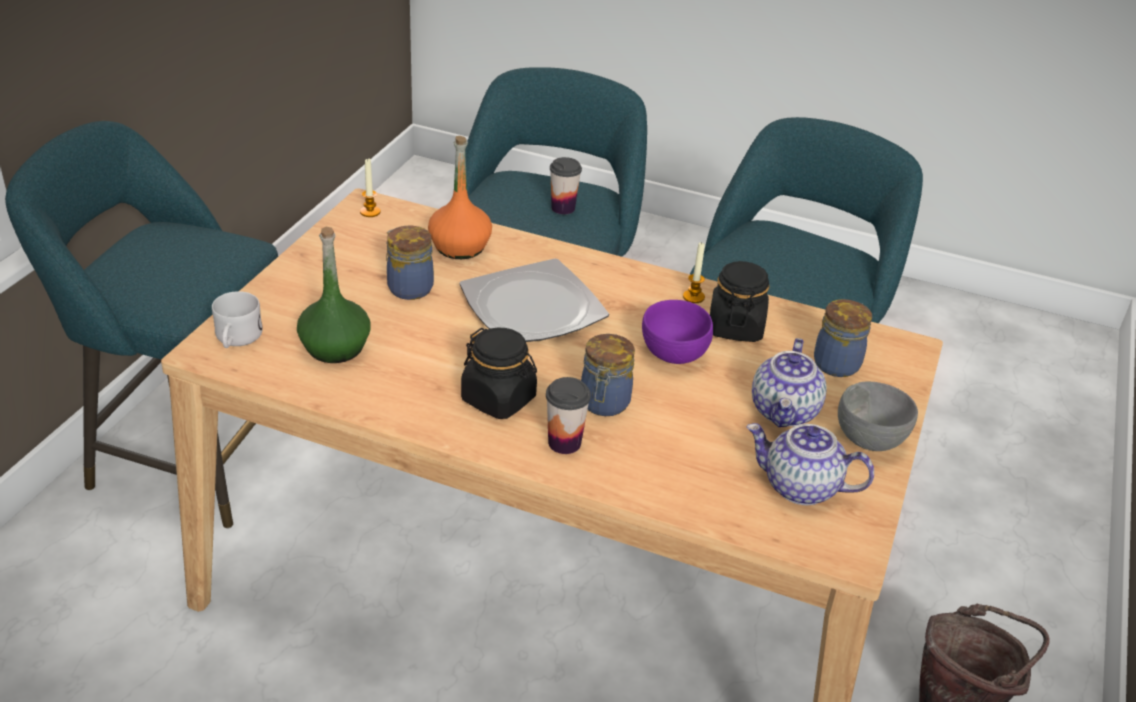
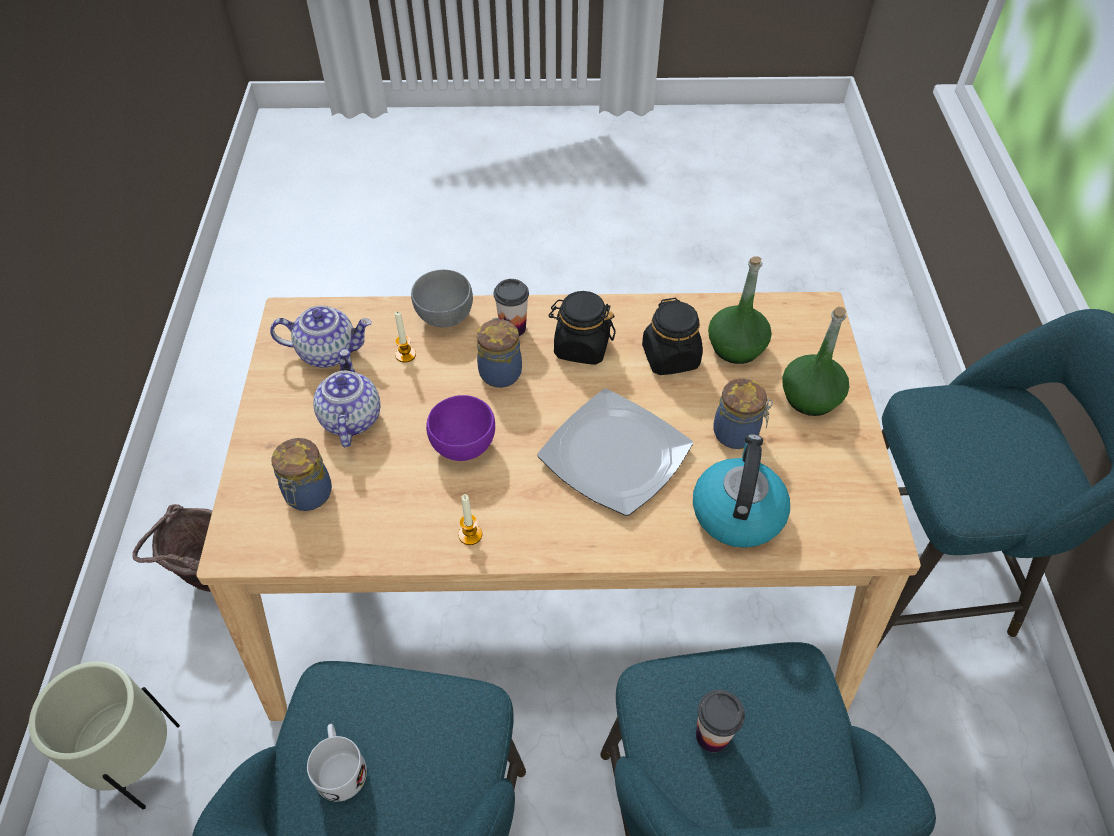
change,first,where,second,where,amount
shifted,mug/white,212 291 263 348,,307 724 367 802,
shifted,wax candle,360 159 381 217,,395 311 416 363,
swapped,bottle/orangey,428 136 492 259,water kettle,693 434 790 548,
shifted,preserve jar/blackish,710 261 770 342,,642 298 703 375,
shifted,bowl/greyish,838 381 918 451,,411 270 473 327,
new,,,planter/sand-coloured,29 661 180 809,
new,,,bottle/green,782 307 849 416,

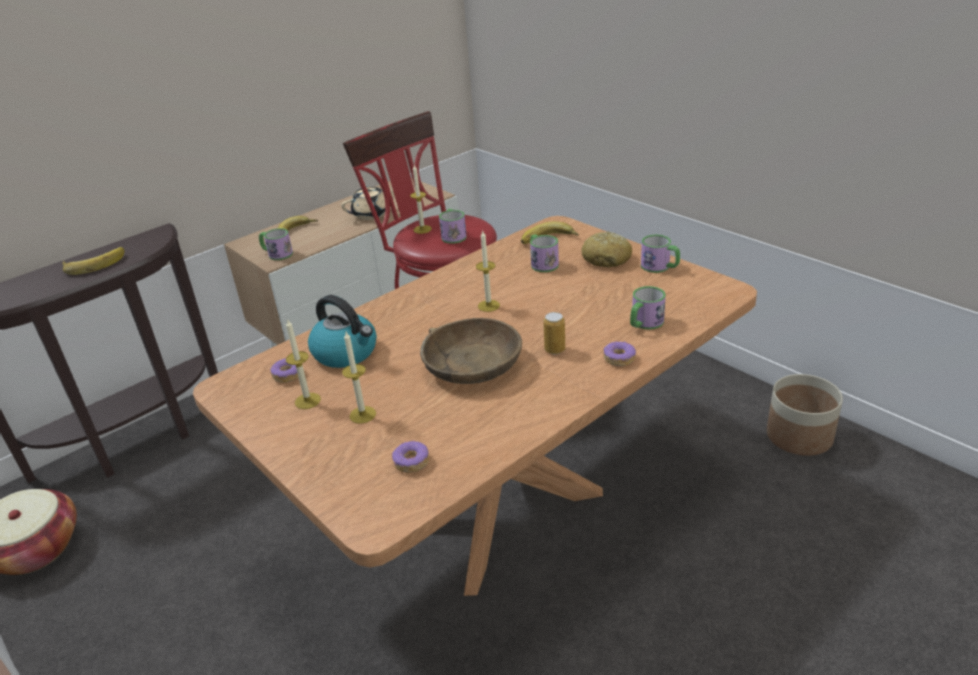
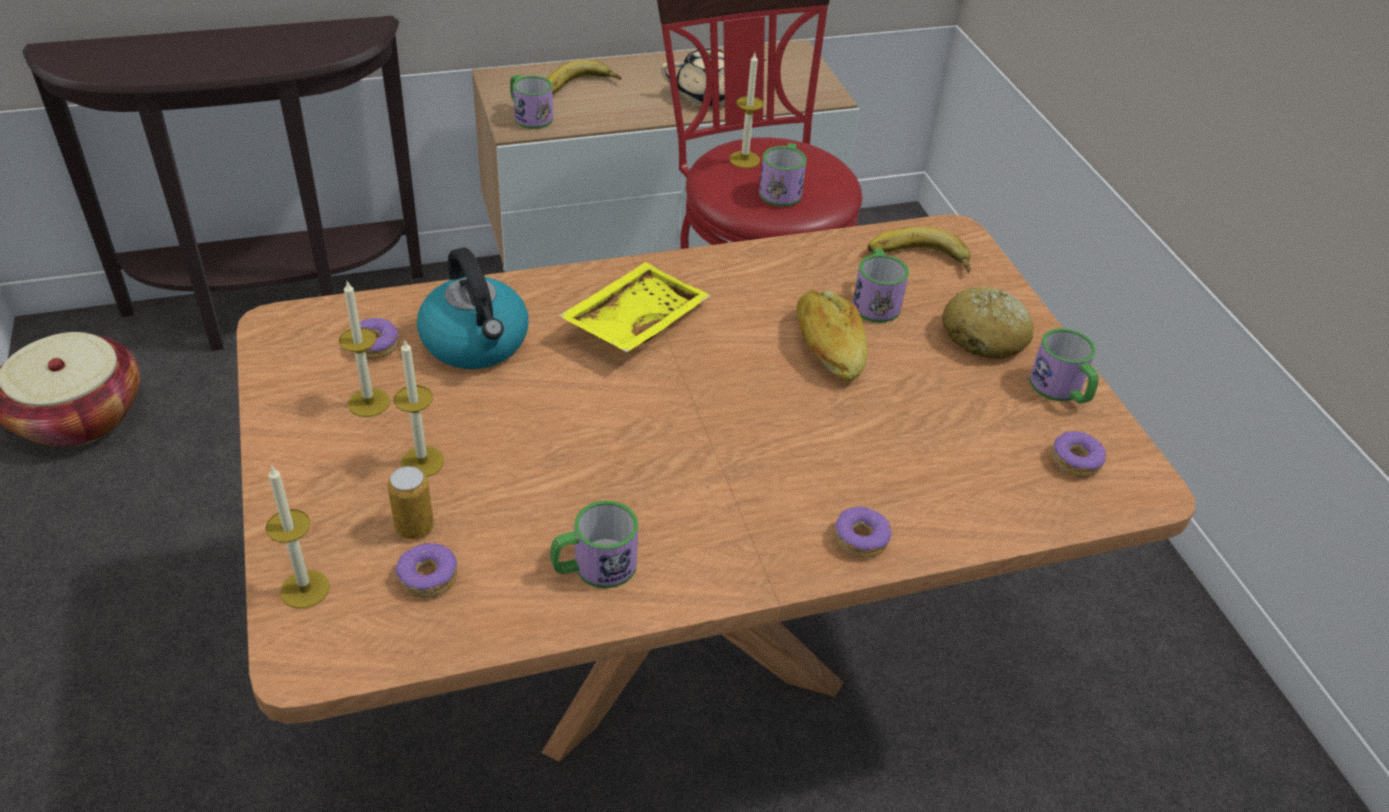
change,first,where,second,where,amount
gone,whole banana,62 247 124 275,,,
gone,bowl/brown,420 318 522 384,,,
shifted,wax candle,476 231 500 312,,266 465 330 609,
shifted,sealed can,543 312 565 354,,387 466 434 539,
shifted,mug,630 286 666 330,,550 500 638 589,
gone,planter,767 374 843 456,,,
new,,,carrying tray/yellow-coloured,558 262 711 352,
new,,,bread,797 289 868 381,
new,,,doughnut,1051 431 1107 477,

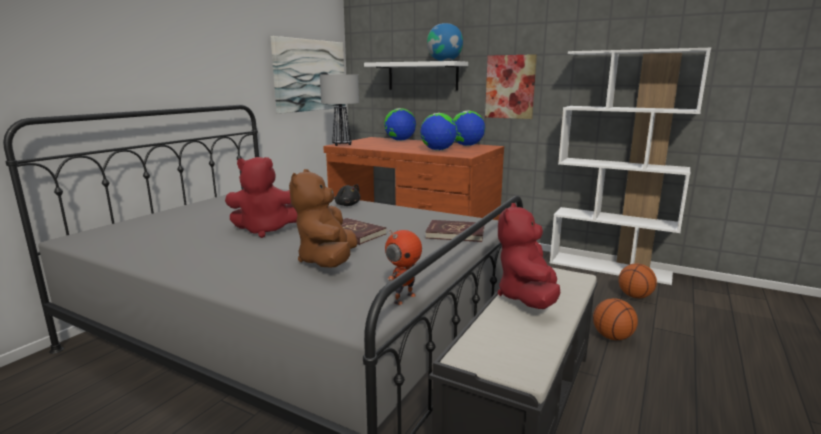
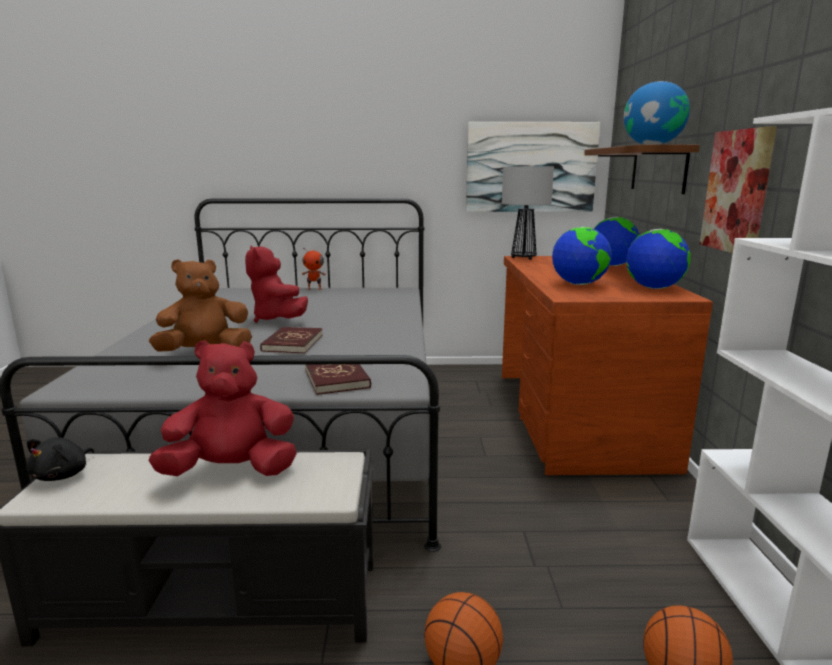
change,first,where,second,where,amount
shifted,soft toy/blackish,335 184 361 206,,26 437 94 481,
repainted,wall shelf/white,364 61 468 91,wall shelf/brown,584 145 700 194,
shifted,robot figure,385 229 422 305,,302 247 326 290,

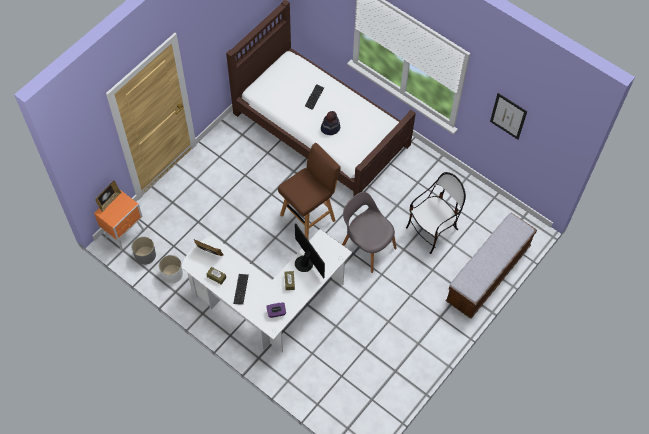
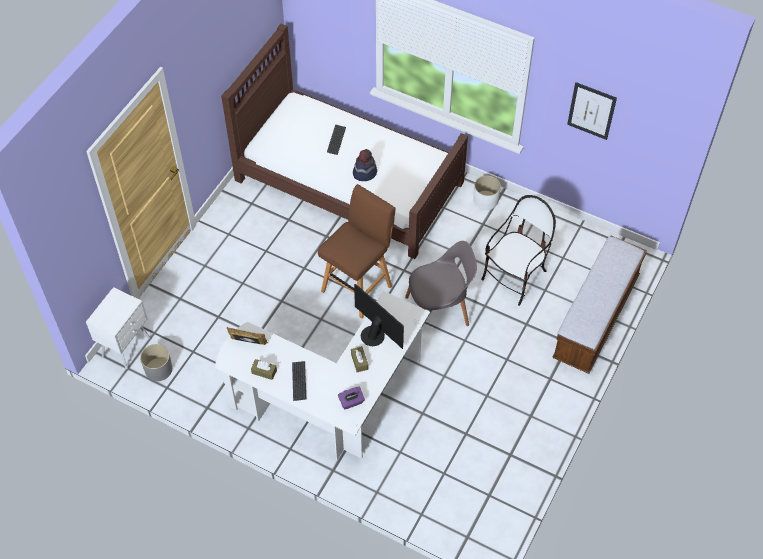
change,first,where,second,where,amount
repainted,bedside table/orangey,94 189 144 251,bedside table/white,86 287 151 369,
gone,picture frame,96 181 121 212,,,
shifted,planter/white,159 255 183 283,,474 175 501 210,
rotated,upright chair/greyish,342 192 397 273,,405 241 477 326,135 degrees clockwise

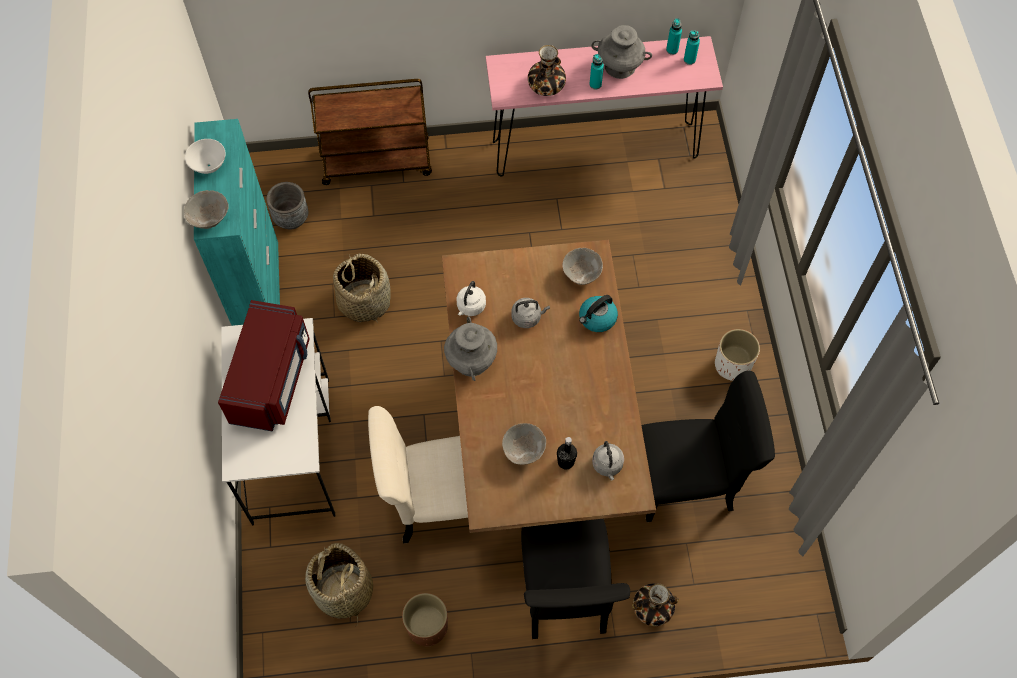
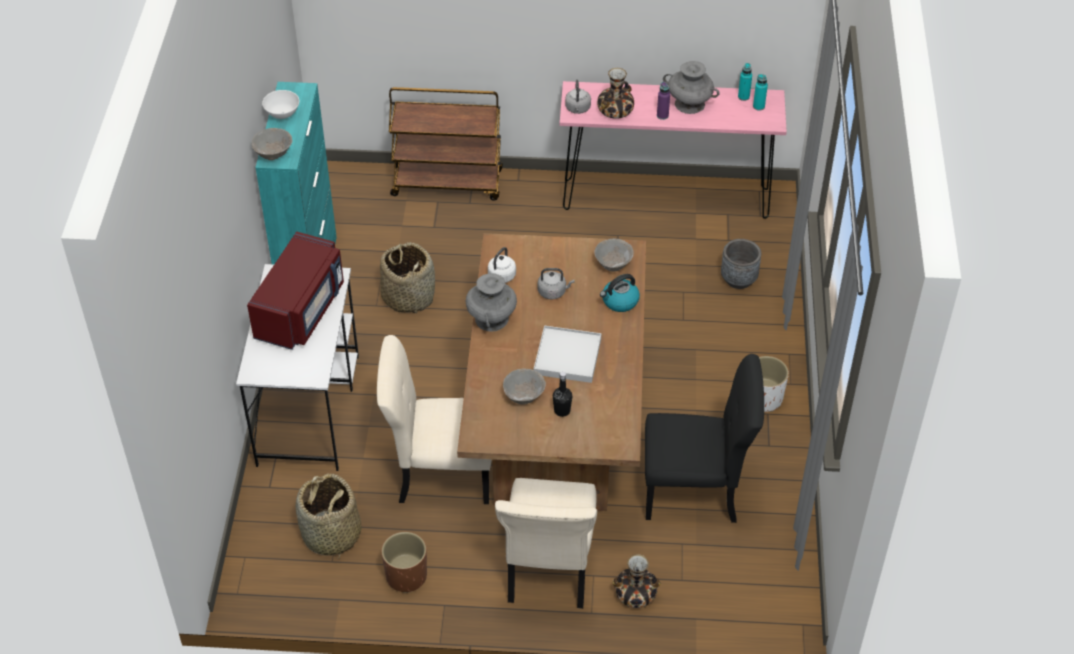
change,first,where,second,where,amount
shifted,planter/greyish,267 182 308 229,,721 239 761 289,
repainted,upright chair/blackish,521 519 630 639,upright chair/sand-coloured,495 478 597 609,
repainted,bottle/turquoise,589 54 604 90,bottle/purple-coloured,657 82 670 120,
shifted,water kettle/greyish,592 441 624 481,,565 80 591 114,
new,,,carrying tray/white,534 325 601 383,

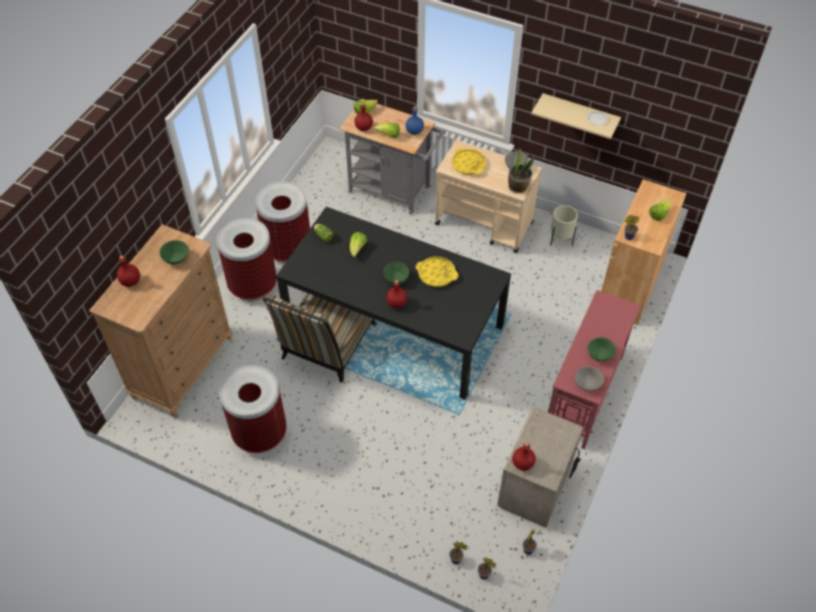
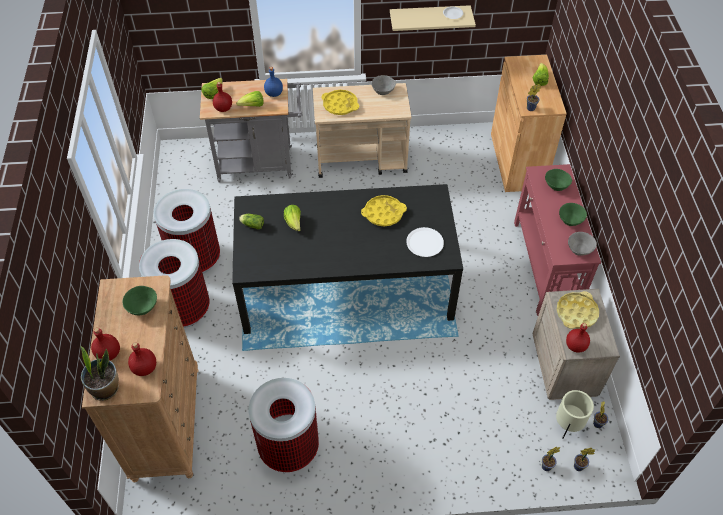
change,first,where,second,where,amount
gone,upright chair,263 293 377 383,,,
shifted,bowl/green,383 262 409 284,,545 169 572 191,
shifted,bottle/red-coloured,386 280 407 308,,128 342 156 376,
shifted,potted plant,508 149 534 193,,81 346 119 401,
shifted,planter/sand-coloured,550 205 578 245,,556 390 594 439,
new,,,plate/white,406 227 444 257,
new,,,carrying tray/yellow-coloured,557 291 599 329,

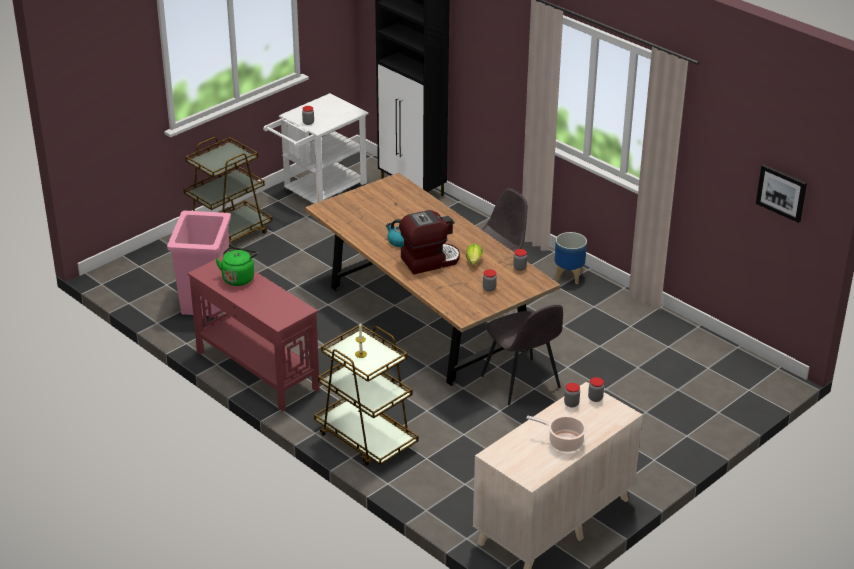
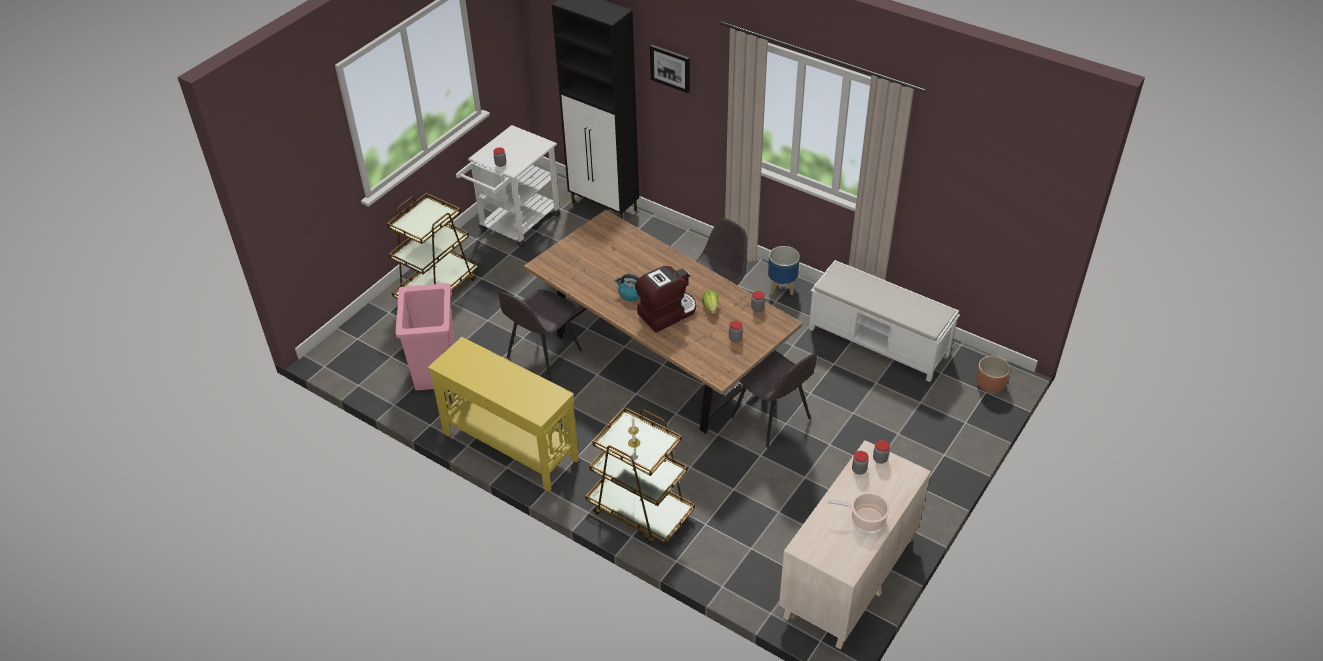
change,first,where,second,where,amount
repainted,narrow table/red-coloured,188 256 320 411,narrow table/yellow-coloured,428 337 579 492,
gone,water kettle/green,215 247 258 286,,,
shifted,wall picture,756 164 807 223,,650 45 690 93,
new,,,upright chair/greyish,498 289 582 381,
new,,,indoor bench/white,809 260 960 382,
new,,,planter/brown,976 356 1010 393,

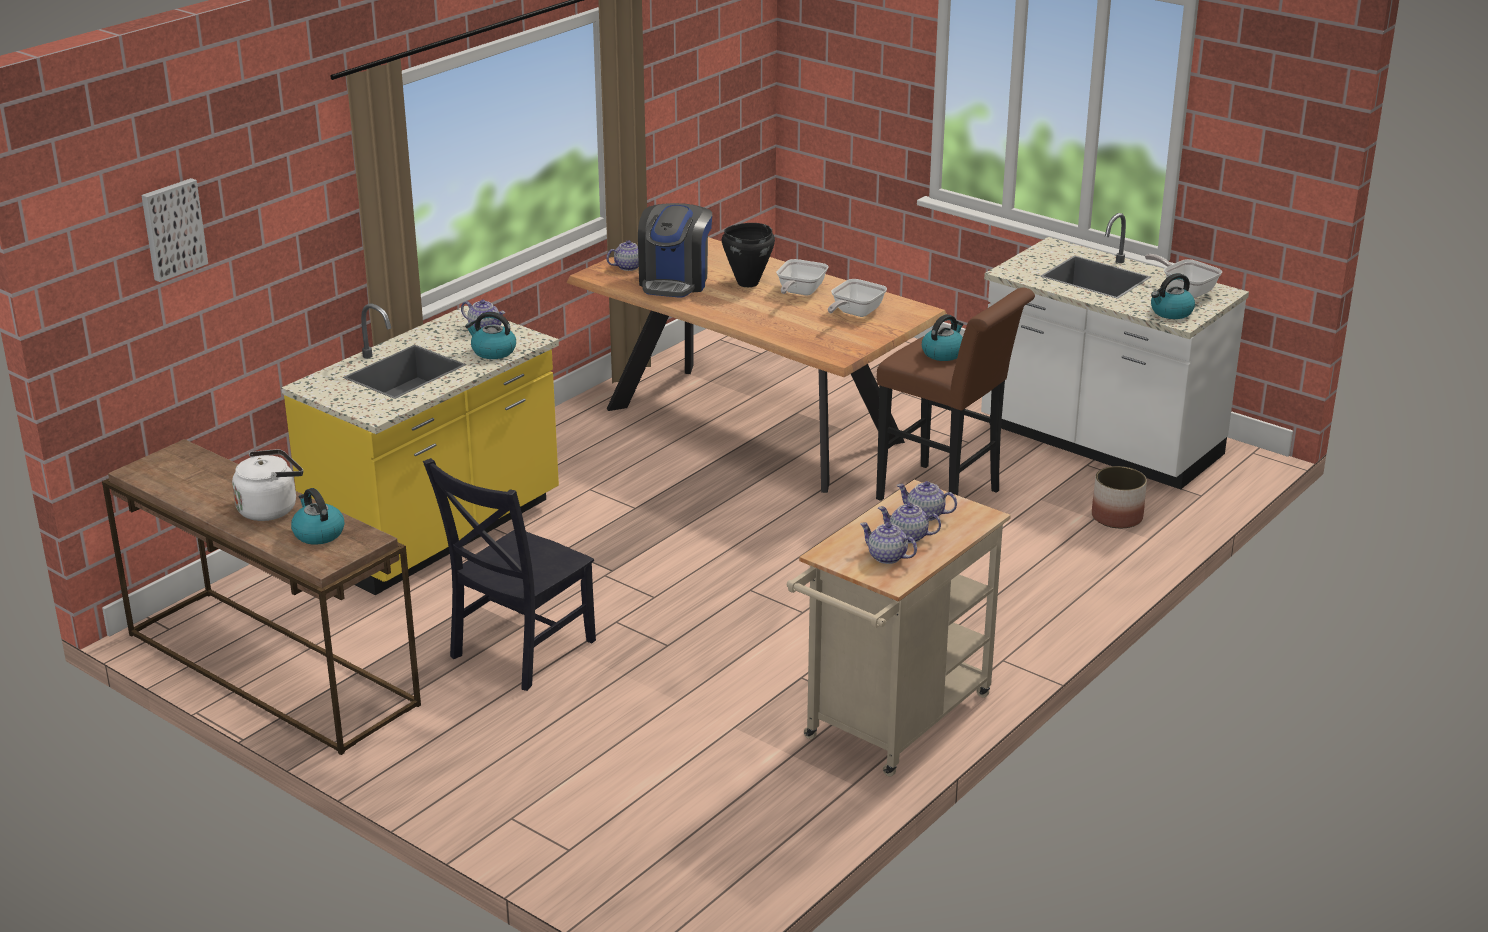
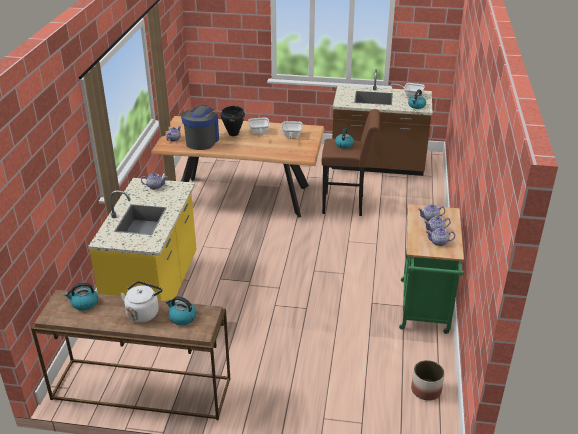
change,first,where,second,where,amount
gone,wall picture,141 178 208 282,,,
gone,upright chair/blackish,423 458 596 691,,,
shifted,water kettle,465 312 516 359,,65 283 98 311,
rotated,coffee maker,638 203 712 298,,181 105 219 150,150 degrees counterclockwise
repainted,trolley/sand-coloured,787 480 1011 776,trolley/green,399 204 464 334,
repainted,kitchen base unit/white,981 213 1249 489,kitchen base unit/brown,332 70 432 176,
shifted,planter,1092 466 1147 528,,411 360 445 400,

